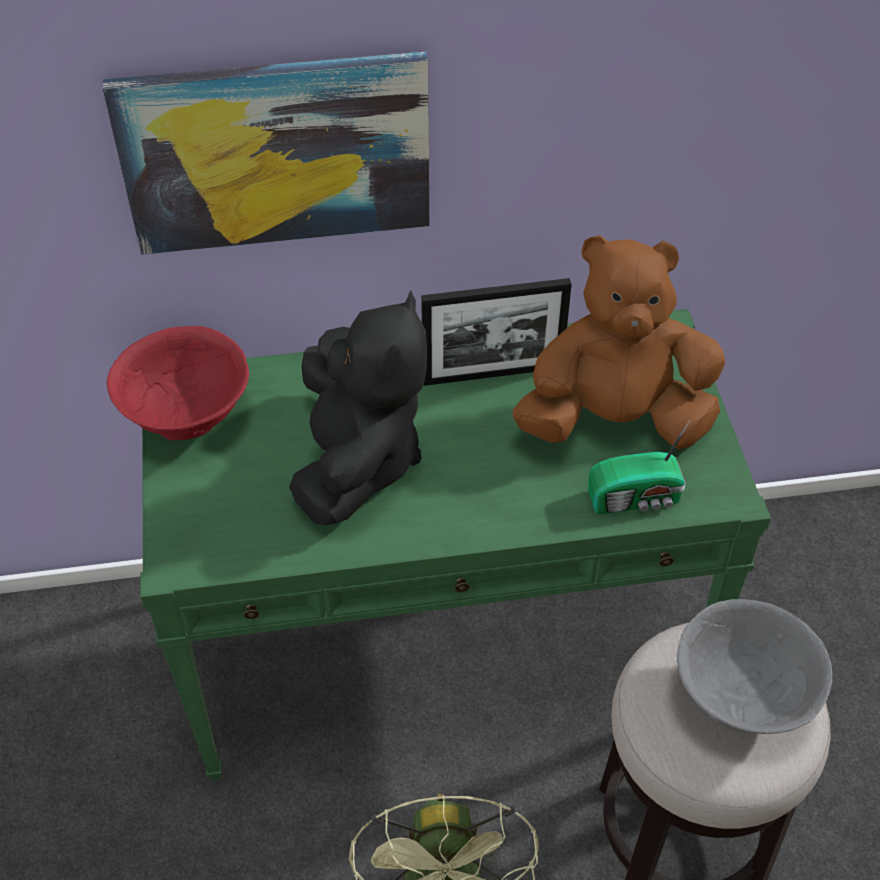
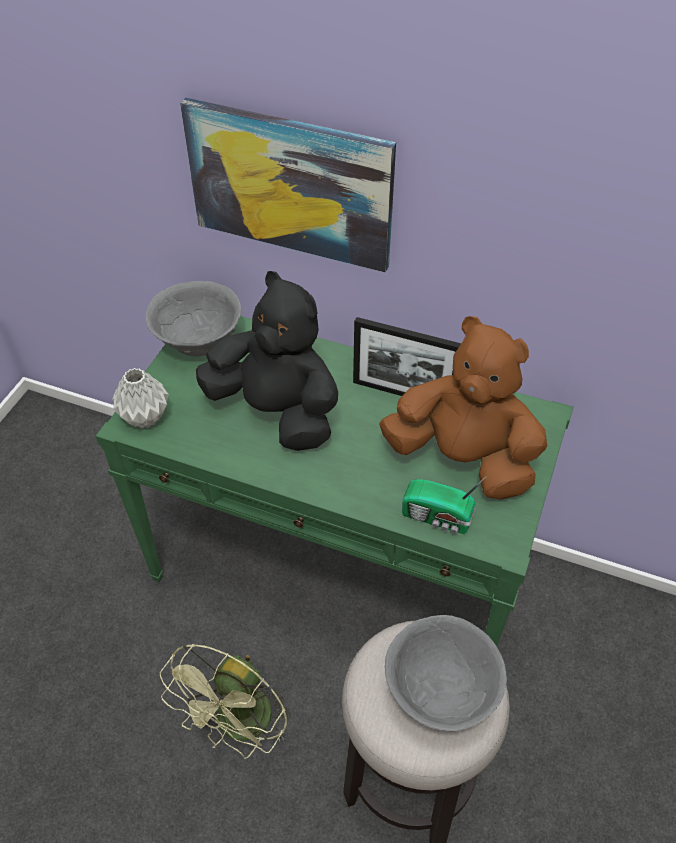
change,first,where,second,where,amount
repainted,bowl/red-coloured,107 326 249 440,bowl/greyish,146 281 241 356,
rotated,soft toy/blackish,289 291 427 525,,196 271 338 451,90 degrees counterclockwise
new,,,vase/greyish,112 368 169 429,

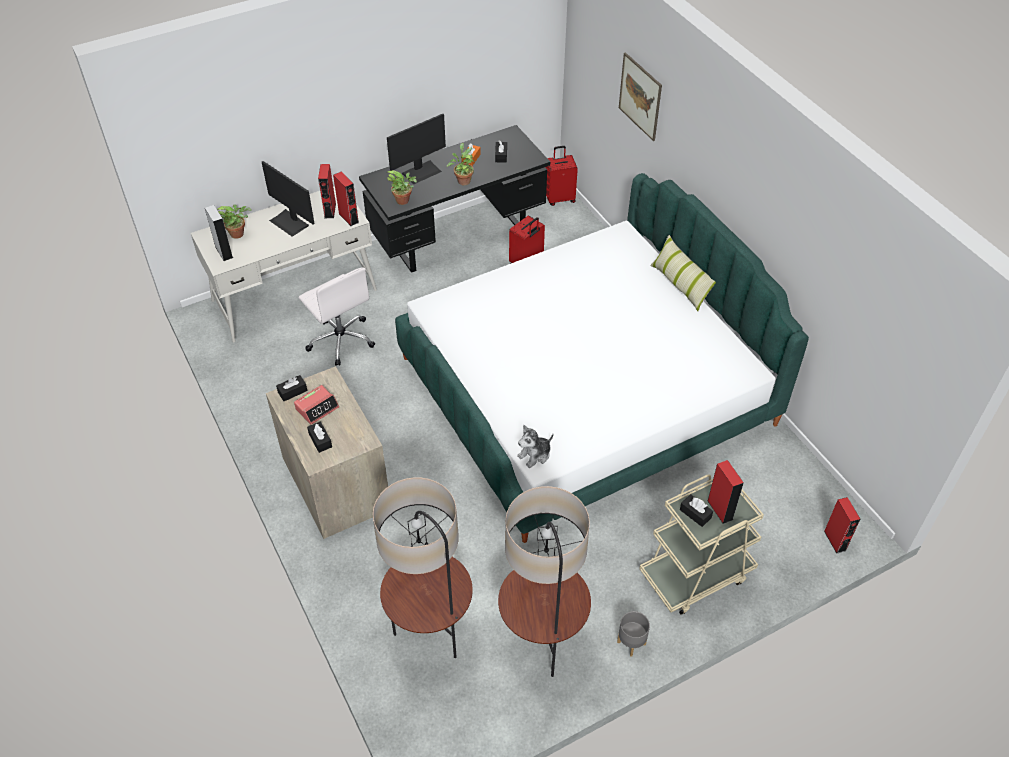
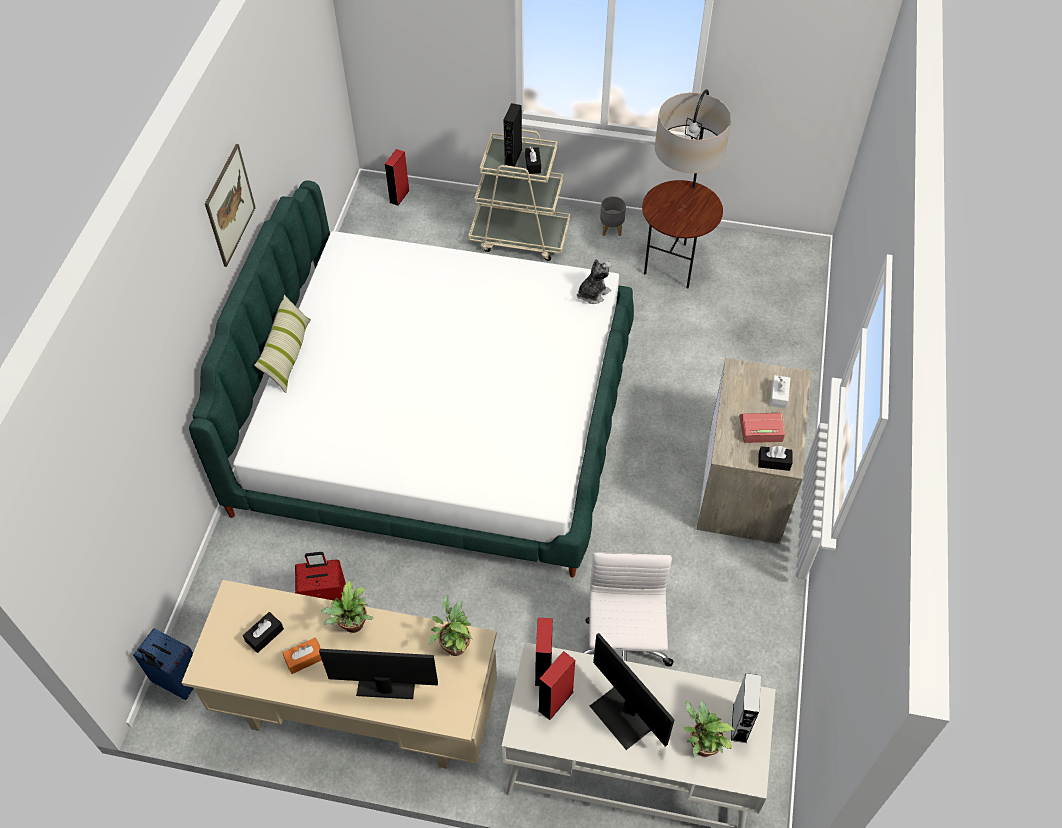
change,first,where,second,where,amount
rotated,monitor,262 161 315 237,,590 633 675 750,150 degrees clockwise
repainted,tissue holder/blackish,307 422 332 453,tissue holder/white,770 375 790 409,
repainted,desk table/blackish,359 125 550 273,desk table/sand-coloured,181 580 497 769,
gone,standing lamp,373 477 473 658,,,
rotated,soft toy,517 425 553 468,,577 259 612 304,45 degrees counterclockwise
repainted,suitcase/red-coloured,545 146 578 206,suitcase/bluish,133 628 194 700,
shifted,wall picture,619 52 662 141,,205 144 256 267,
repainted,audio speaker/red-coloured,707 460 744 524,audio speaker/blackish,503 103 522 167,

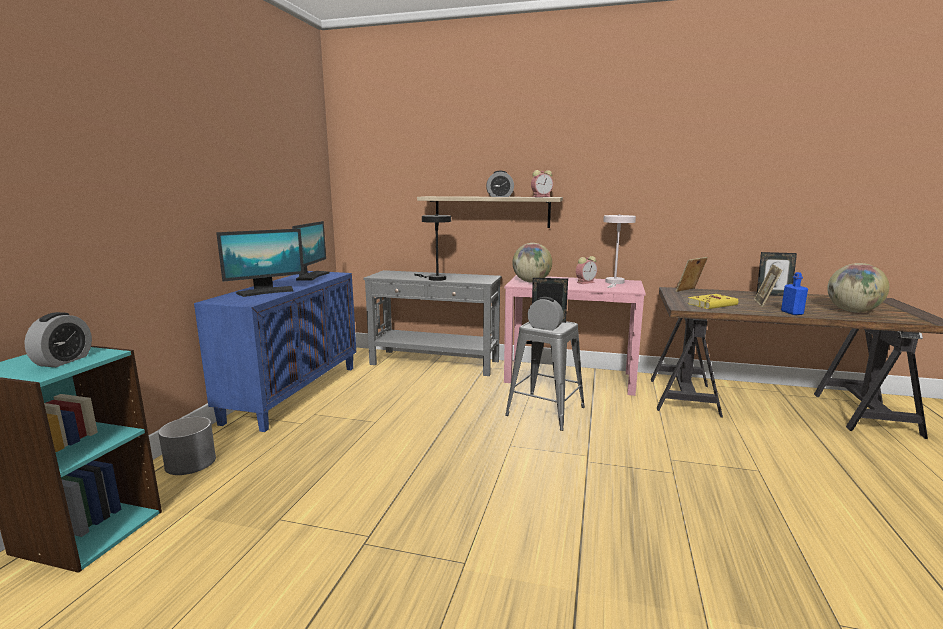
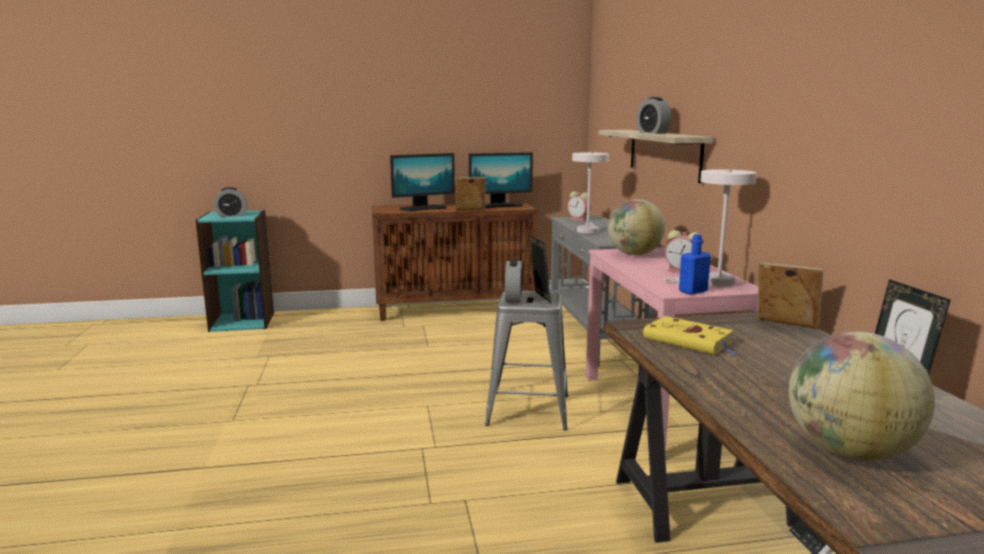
change,first,where,second,where,amount
gone,planter/greyish,158 416 216 475,,,
repainted,cabinet/bluish,194 271 356 432,cabinet/brown,372 202 537 321,
rotated,monitor,216 229 304 297,,390 153 455 212,60 degrees counterclockwise
repainted,tabletop lamp/blackish,415 214 451 281,tabletop lamp/white,572 152 609 234,
shifted,bedside clock,531 170 553 197,,568 191 591 221,
shifted,picture frame,754 264 783 307,,455 177 486 211,
shifted,bottle/bluish,781 272 808 315,,679 234 711 295,

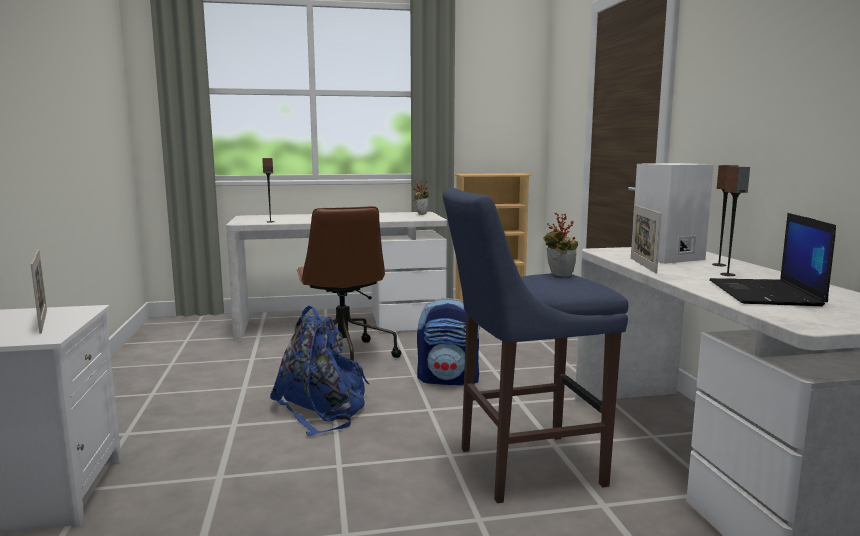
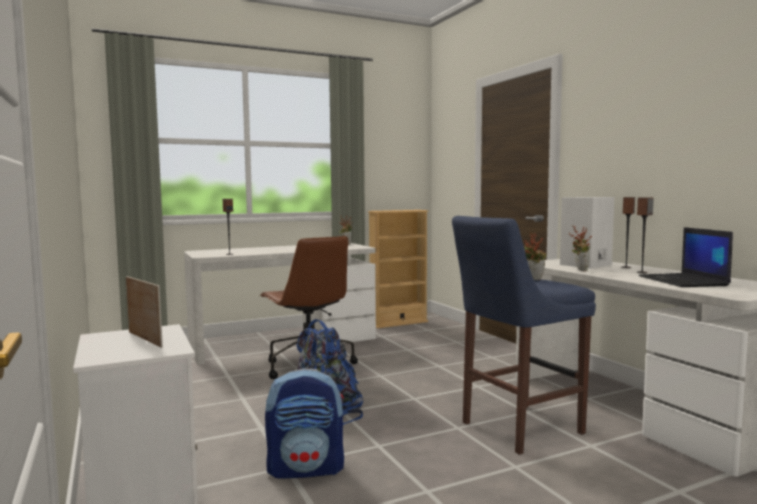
change,first,where,second,where,amount
shifted,backpack,417 298 480 385,,265 368 344 479,
swapped,picture frame,631 205 662 274,potted plant,568 226 592 271,

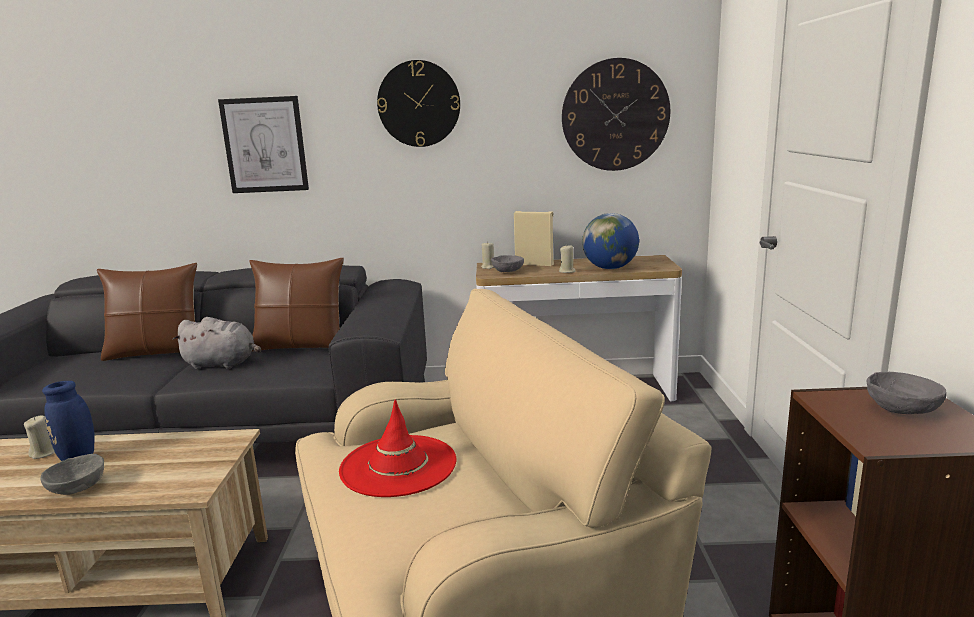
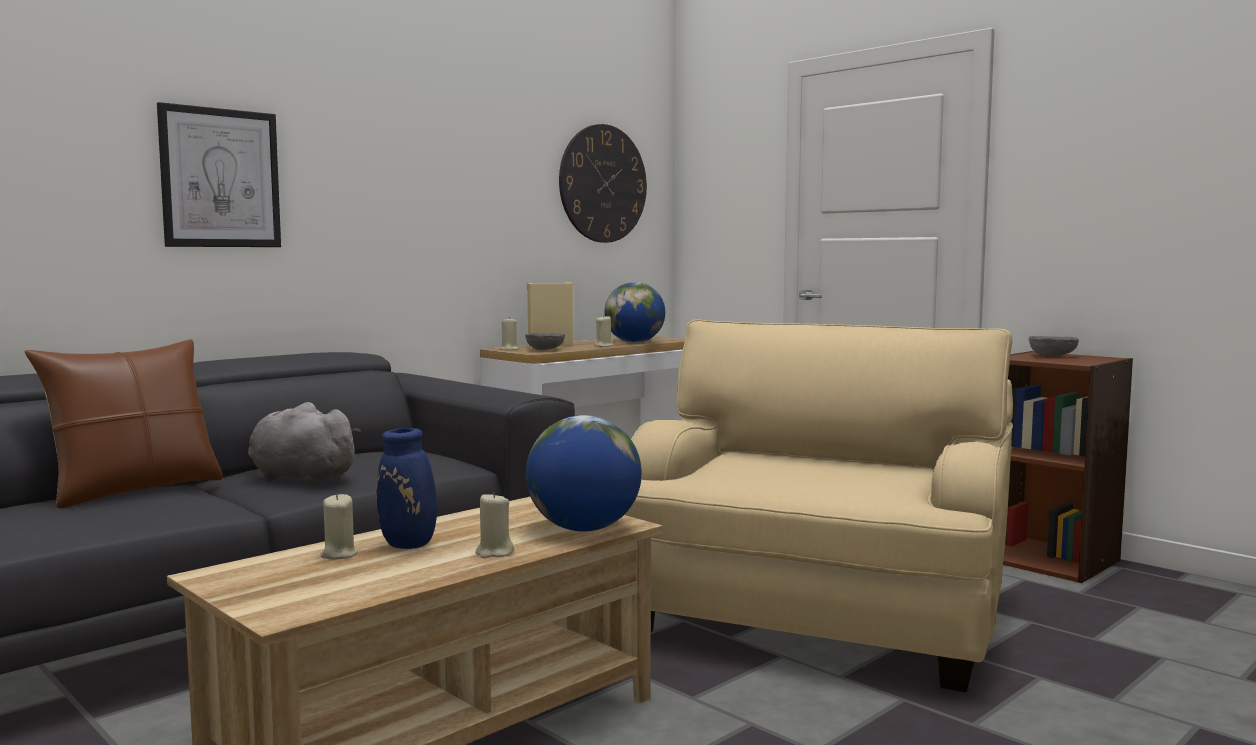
change,first,where,second,where,amount
swapped,bowl/greyish,41 454 104 495,wax candle/sand-coloured,475 492 514 558,
rotated,soft toy/greyish,172 317 261 369,,248 402 361 484,120 degrees counterclockwise
gone,pillow/brown,250 258 344 352,,,
gone,wearable hat/red-coloured,339 400 457 497,,,
gone,wall clock,377 60 460 147,,,
new,,,world globe,526 415 642 532,

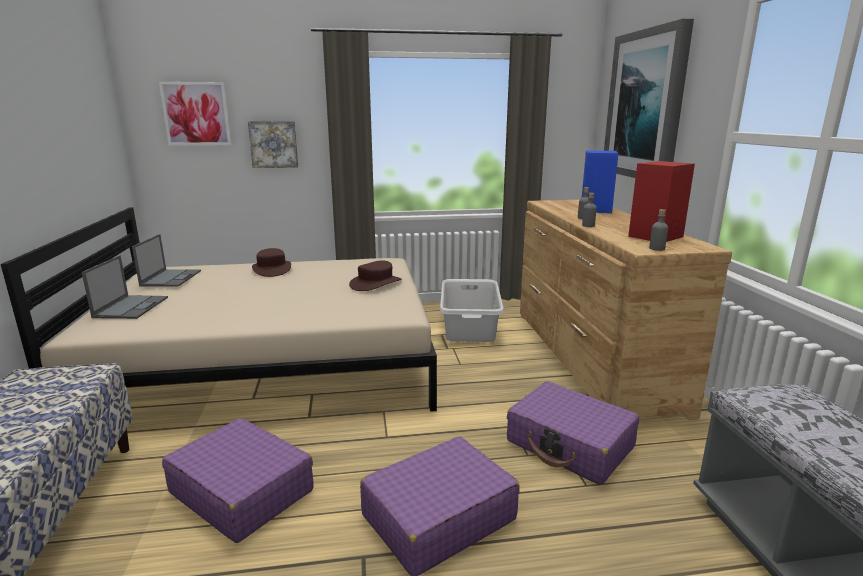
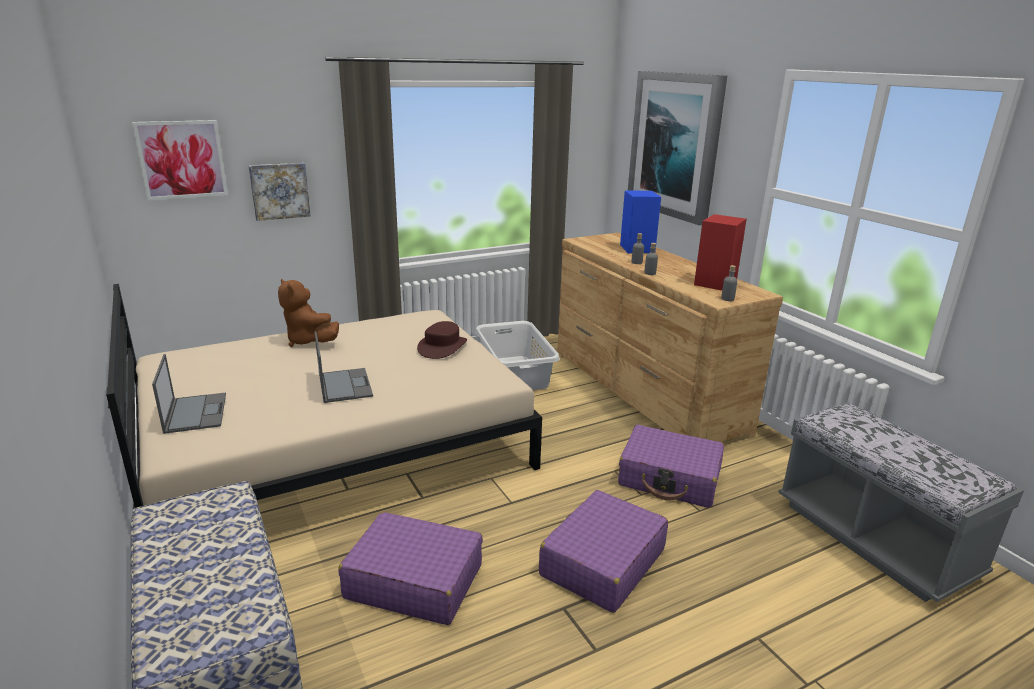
change,first,where,second,where,amount
shifted,notebook computer,132 234 201 287,,315 332 373 403,
swapped,wearable hat/brown,252 248 291 277,soft toy/brown,278 278 339 347,

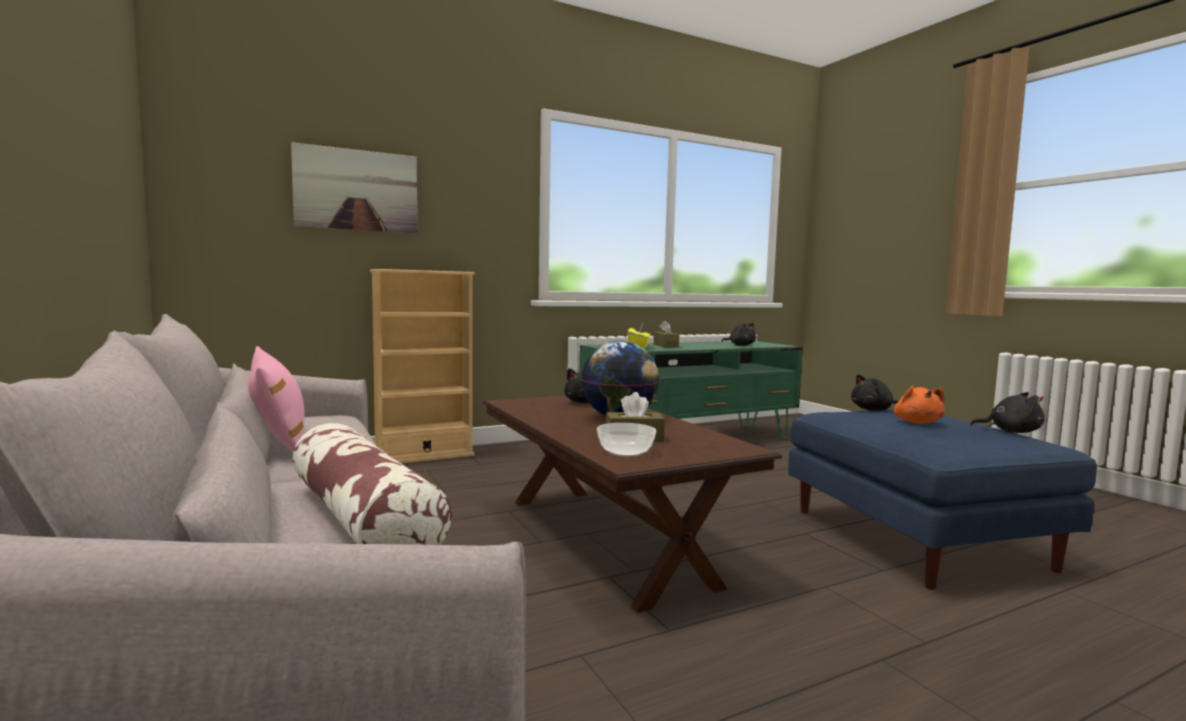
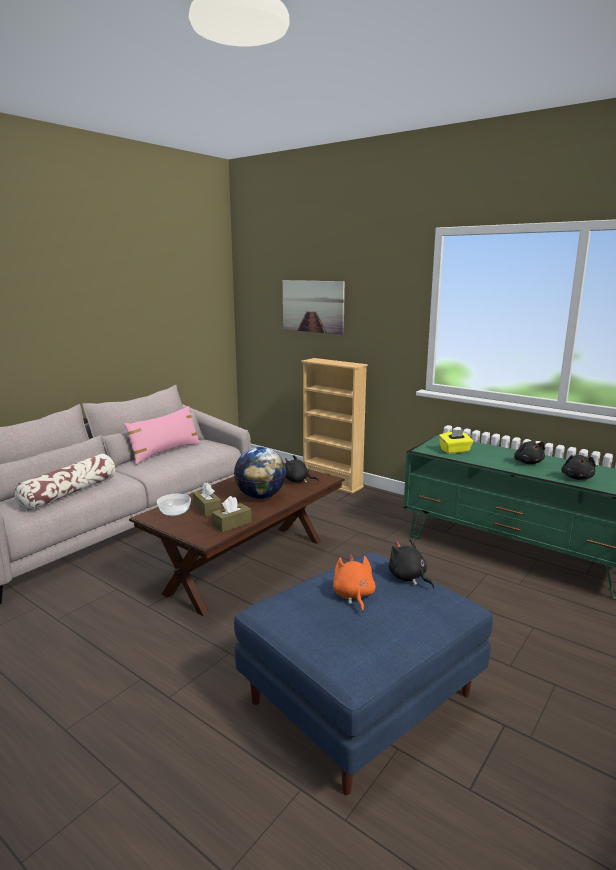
change,first,where,second,where,amount
shifted,tissue holder/brown,653 320 679 347,,212 496 252 533,
rotated,soft toy/orangey,894 386 945 424,,333 554 376 612,105 degrees clockwise
shifted,soft toy/blackish,970 392 1045 433,,514 441 545 464,

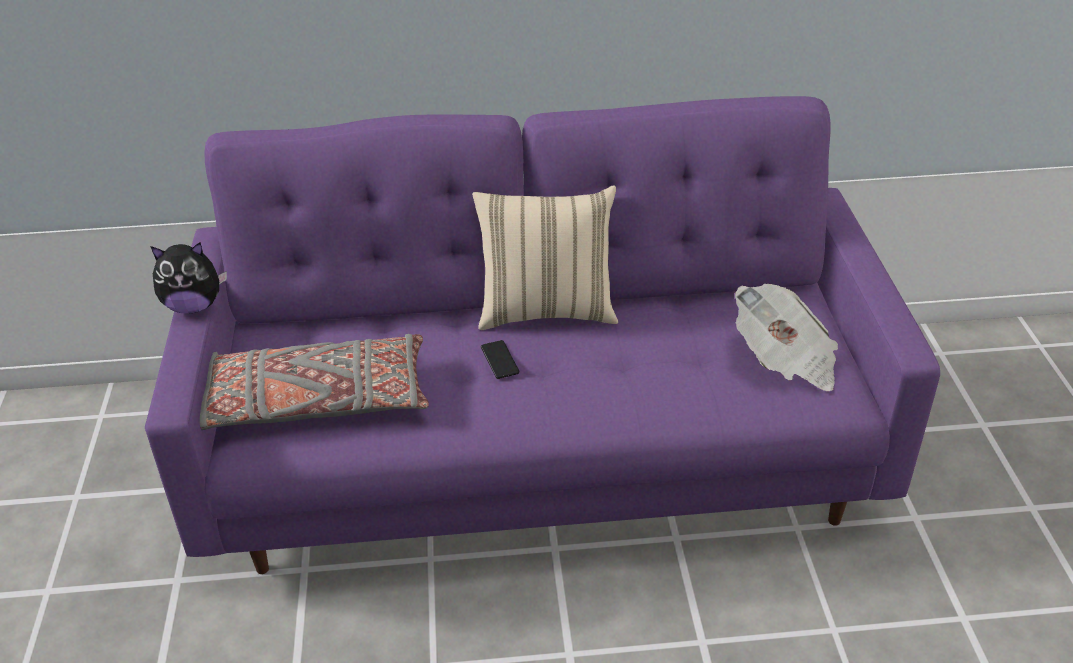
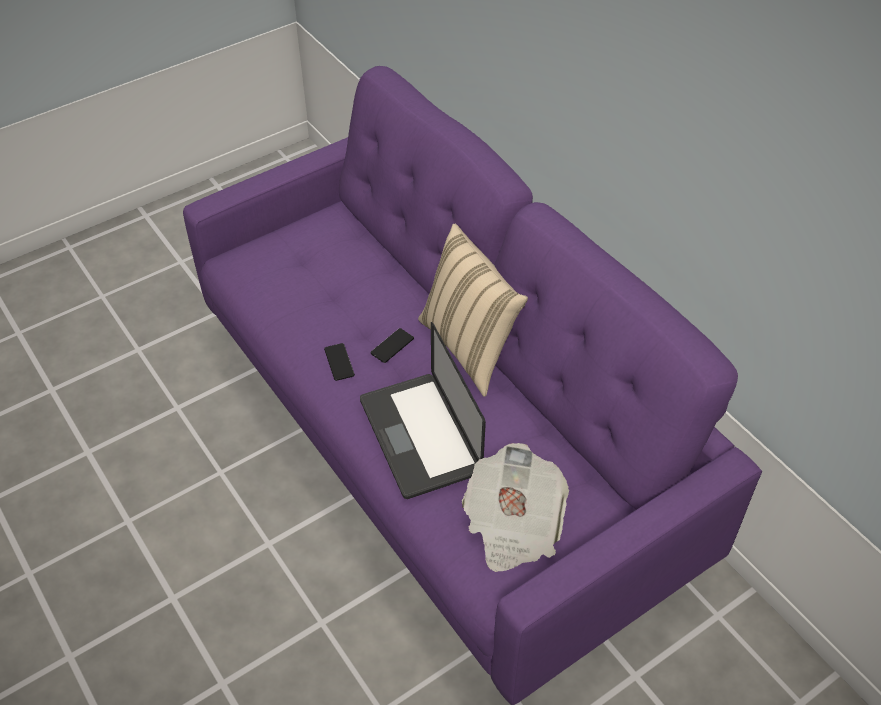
change,first,where,second,where,amount
gone,soft toy,151 242 227 313,,,
gone,pillow/greyish,200 334 429 430,,,
new,,,phone,324 343 355 381,
new,,,notebook computer,360 322 486 499,

